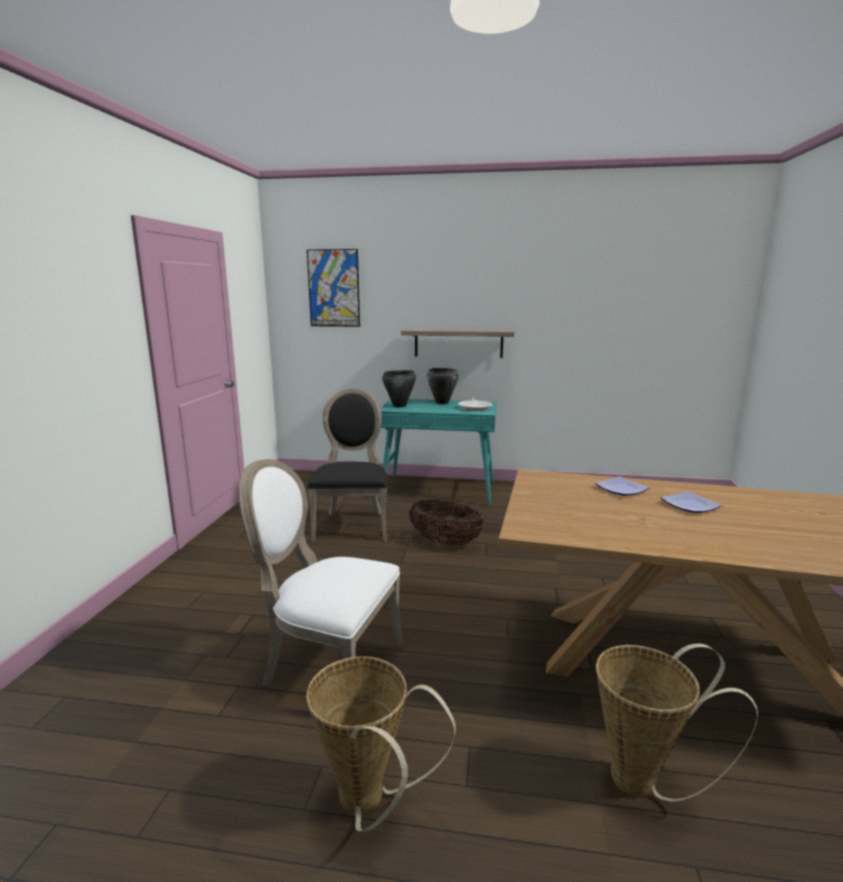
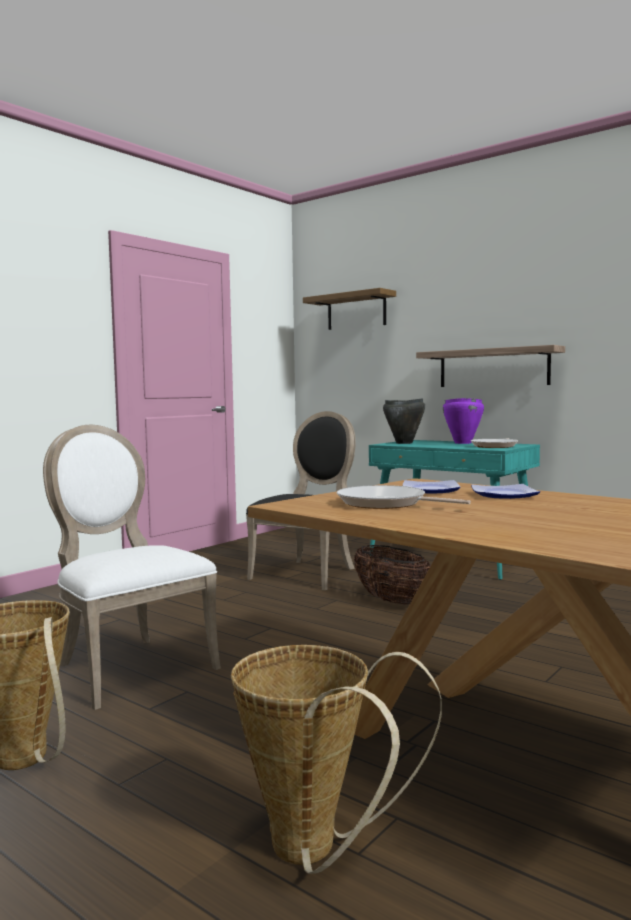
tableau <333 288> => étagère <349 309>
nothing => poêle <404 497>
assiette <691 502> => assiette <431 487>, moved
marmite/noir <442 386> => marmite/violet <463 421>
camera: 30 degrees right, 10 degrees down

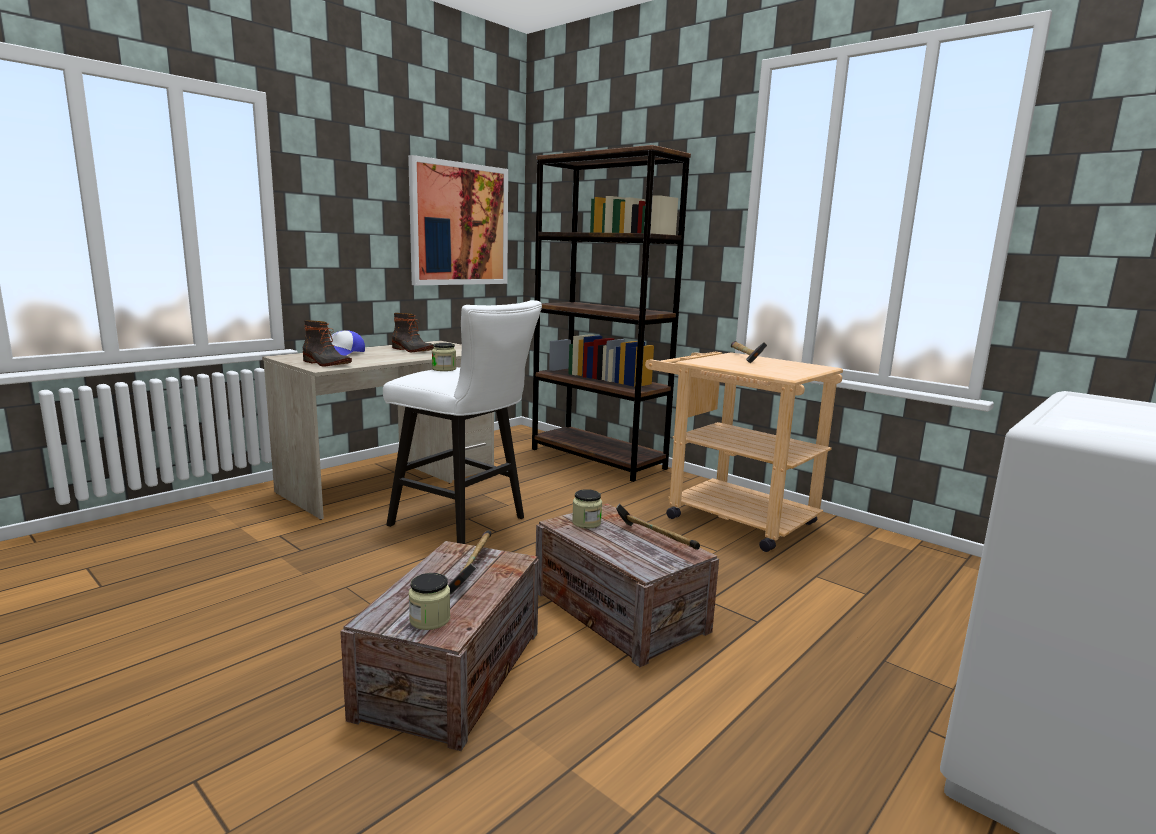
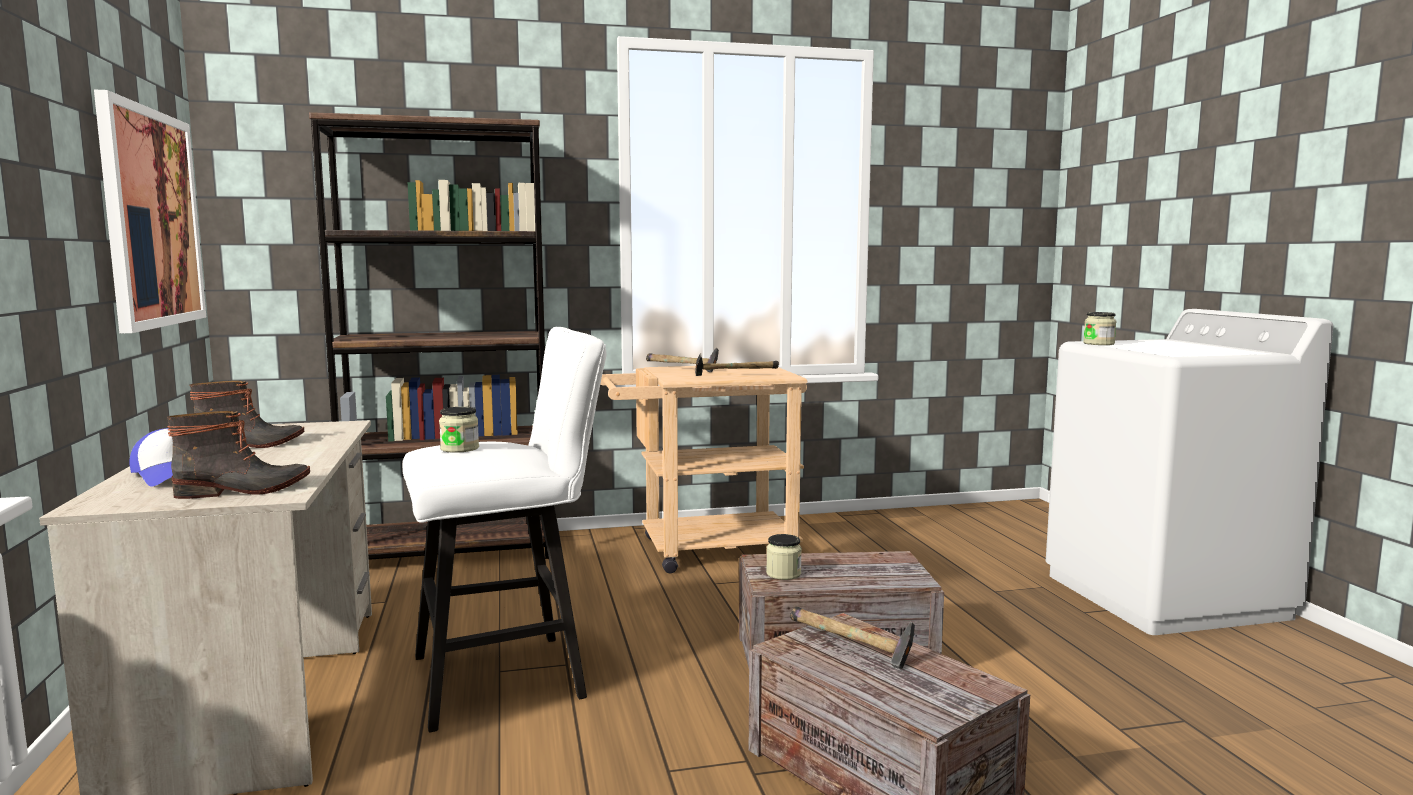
marteau <658 527> => marteau <737 364>, moved
bocal <429 601> => bocal <1099 328>, moved
camera: 55 degrees left, 5 degrees down

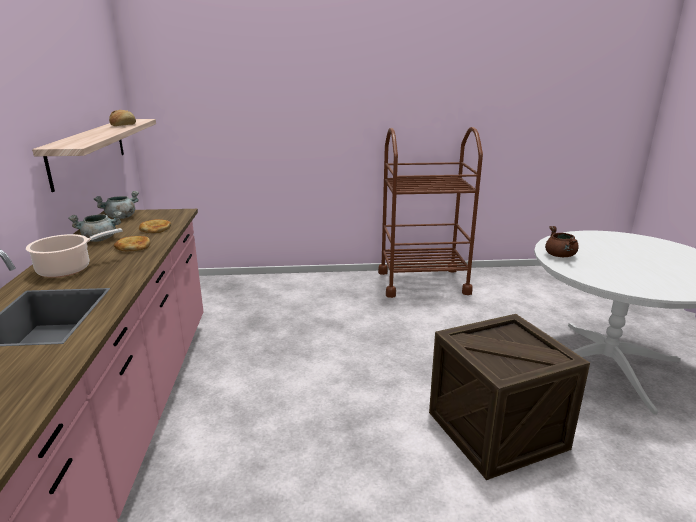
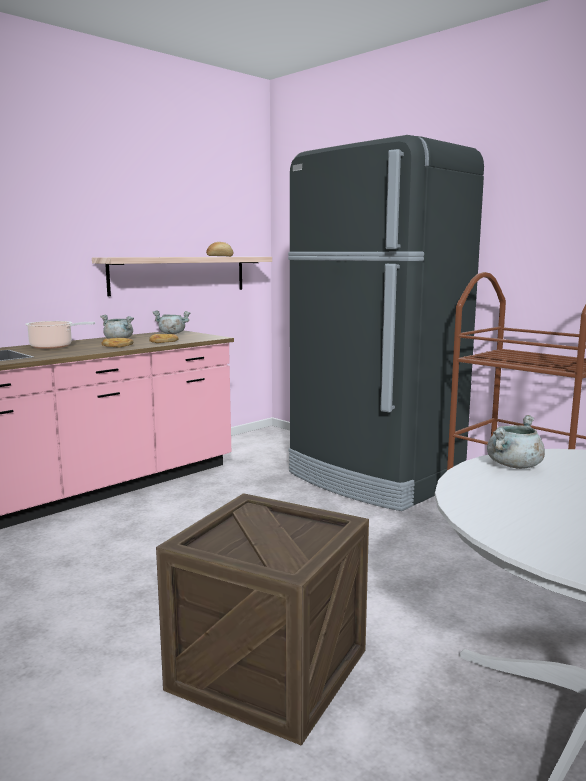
nothing => réfrigérateur/noir <386 323>
marmite/marron <562 241> => marmite/gris <516 442>
camera: 50 degrees right, 10 degrees down

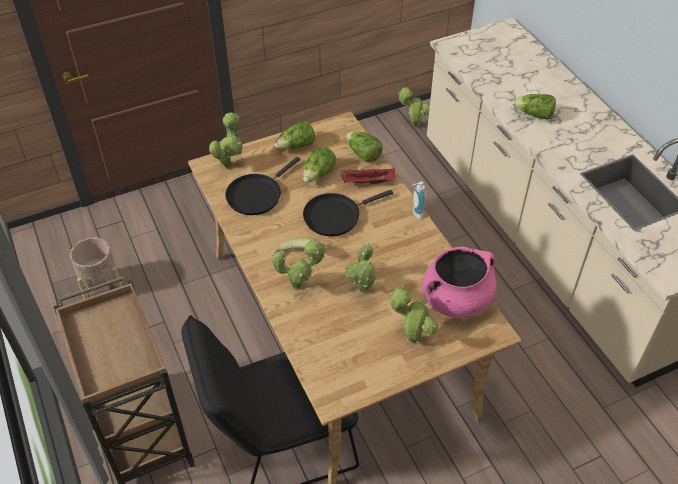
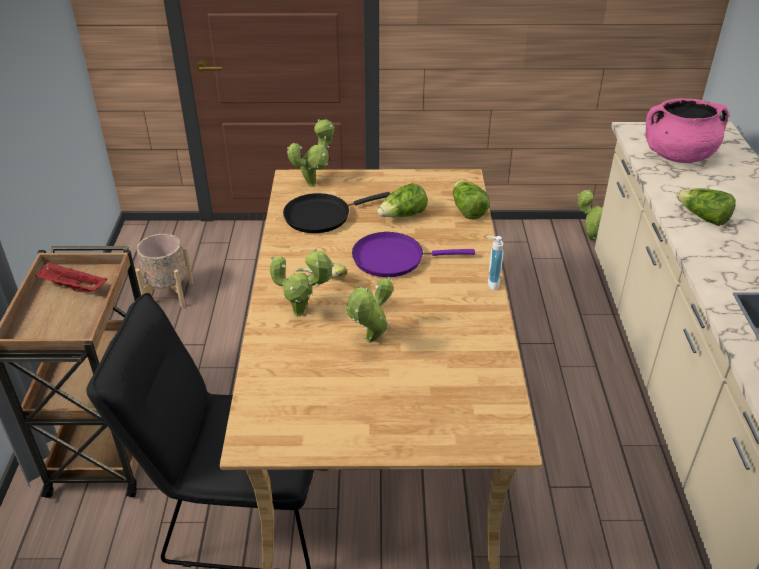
plateau/rouge <368 176> => plateau/rouge <71 277>, moved
poêle/noir <348 213> => poêle/violet <413 254>
marmite/rose <459 282> => marmite/rose <687 130>, moved
laitue <294 135> => nothing
plante en pot <413 314> => nothing
camera: 25 degrees right, 10 degrees down

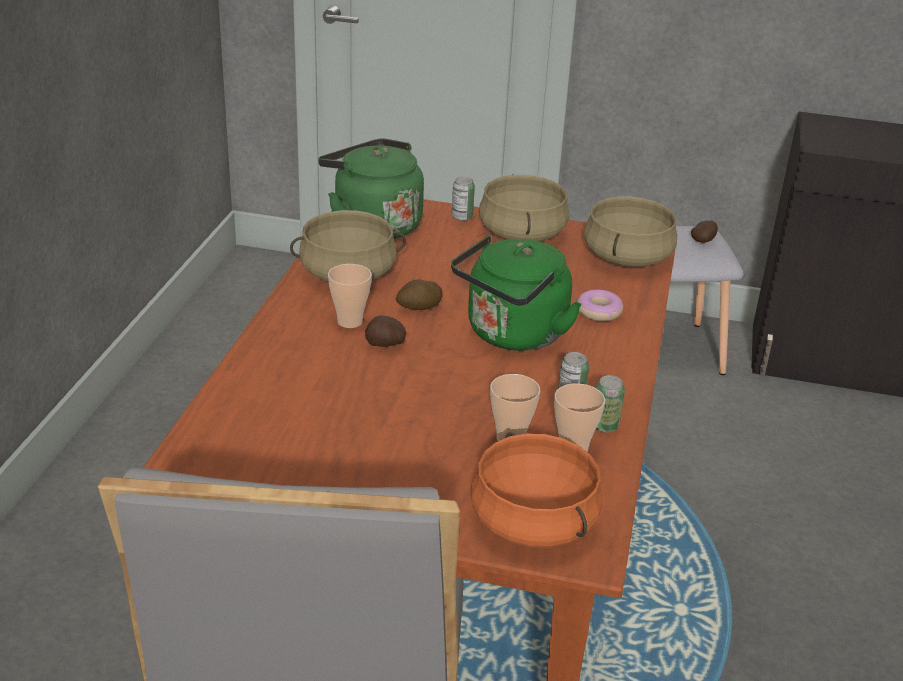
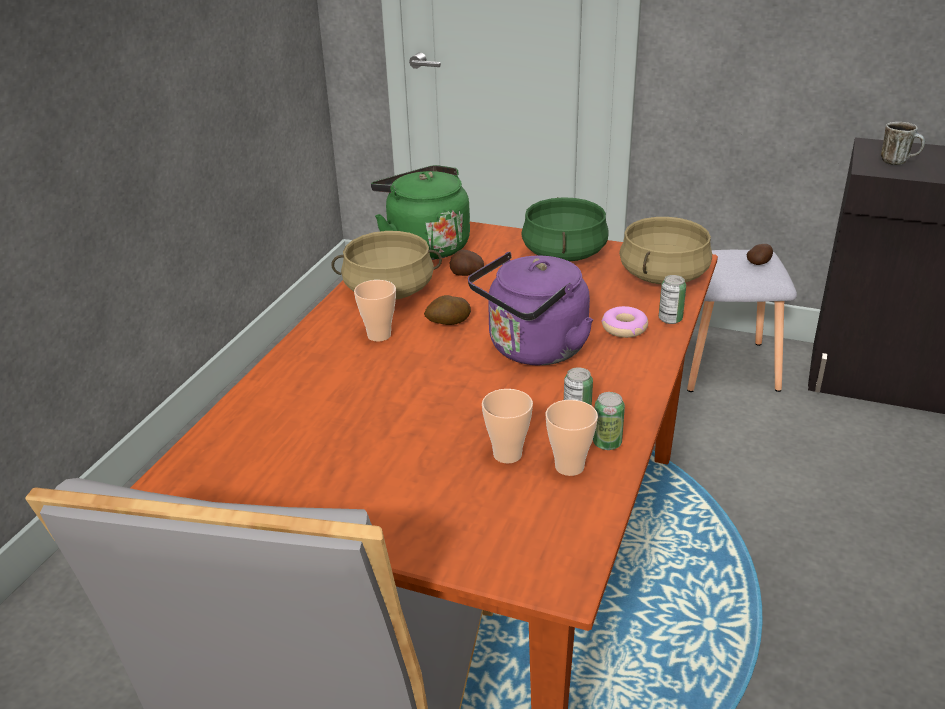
pomme de terre <385 331> => pomme de terre <466 263>, moved
bouilloire/vert <516 293> => bouilloire/violet <530 308>
marmite/beige <524 207> => marmite/vert <565 229>
boîte métallique <463 198> => boîte métallique <672 299>, moved
nothing => mug <903 143>
marmite/orange <537 490> => nothing
camera: 10 degrees right, 0 degrees up

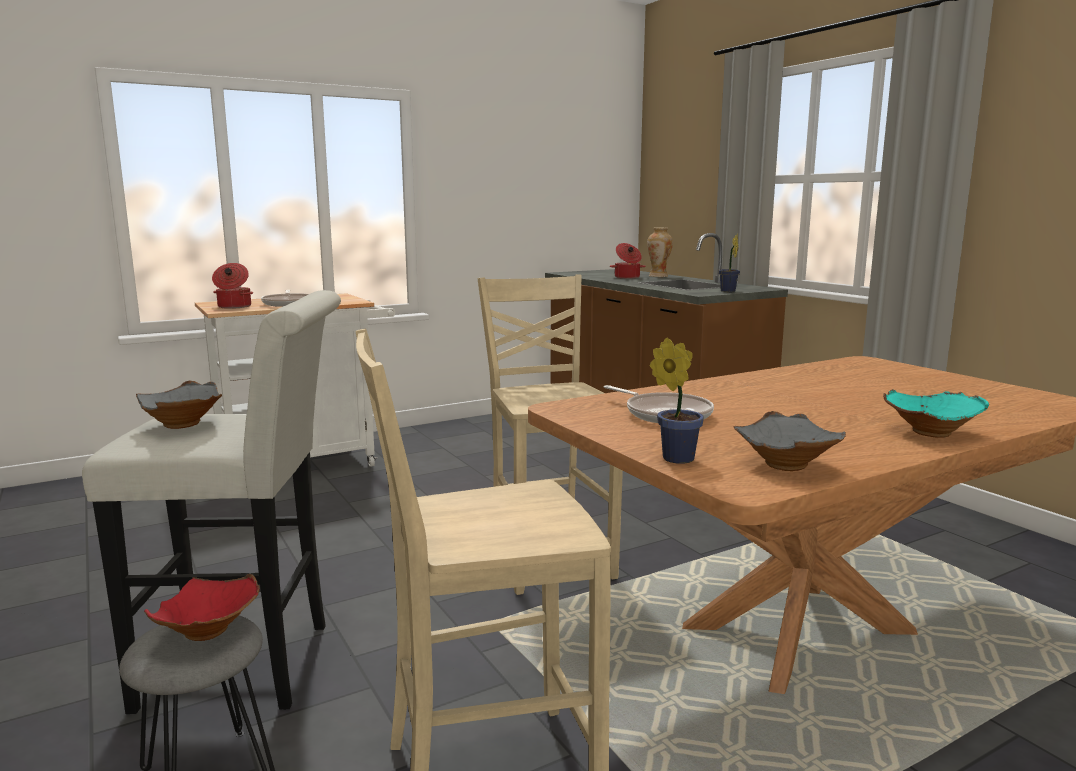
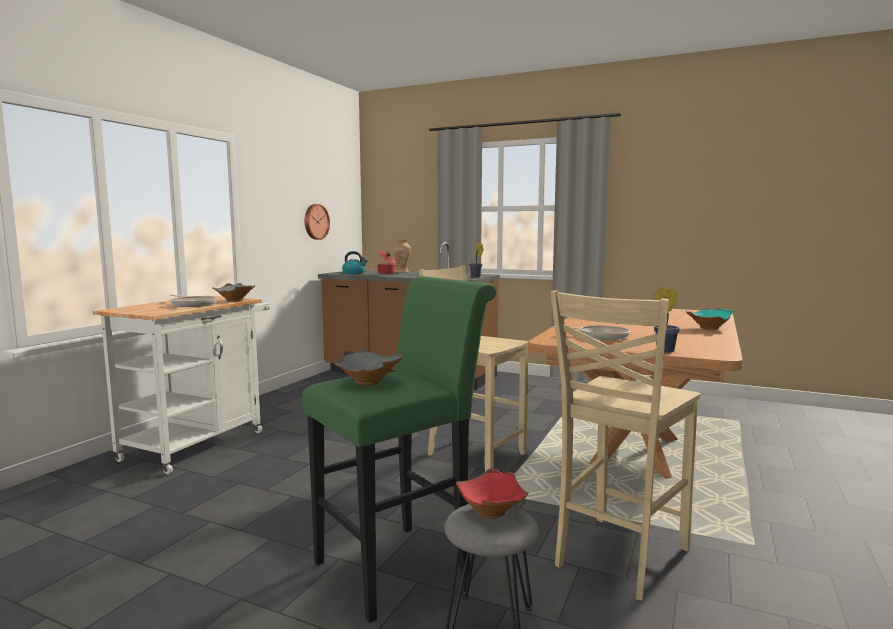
bol/gris <790 441> => bol/gris <234 292>, moved
tabouret/blanc <211 502> => tabouret/vert <399 449>
nothing => horloge murale <317 222>
nothing => bouilloire <355 262>
marmite <232 286> => nothing
camera: 35 degrees left, 5 degrees down

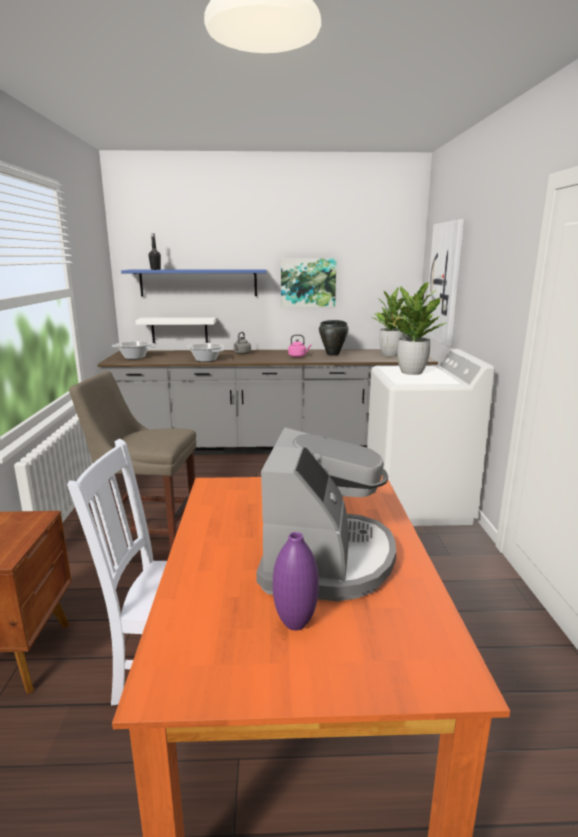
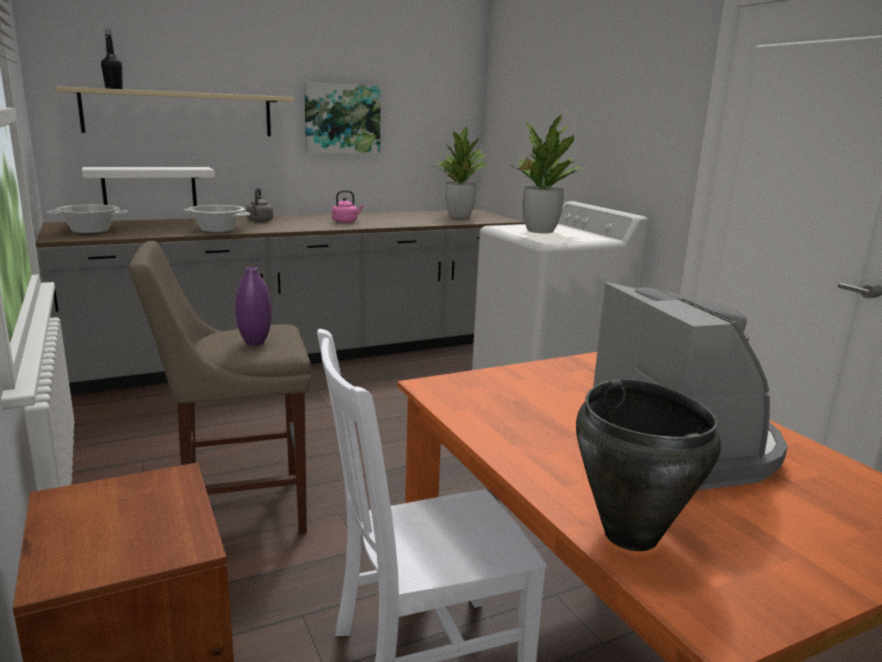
étagère/bleu <193 283> => étagère/beige <175 111>
vase/violet <296 581> => vase/violet <253 306>, moved
marmite/noir <334 338> => marmite/noir <648 465>, moved
tableau <444 282> => nothing
camera: 25 degrees left, 0 degrees up

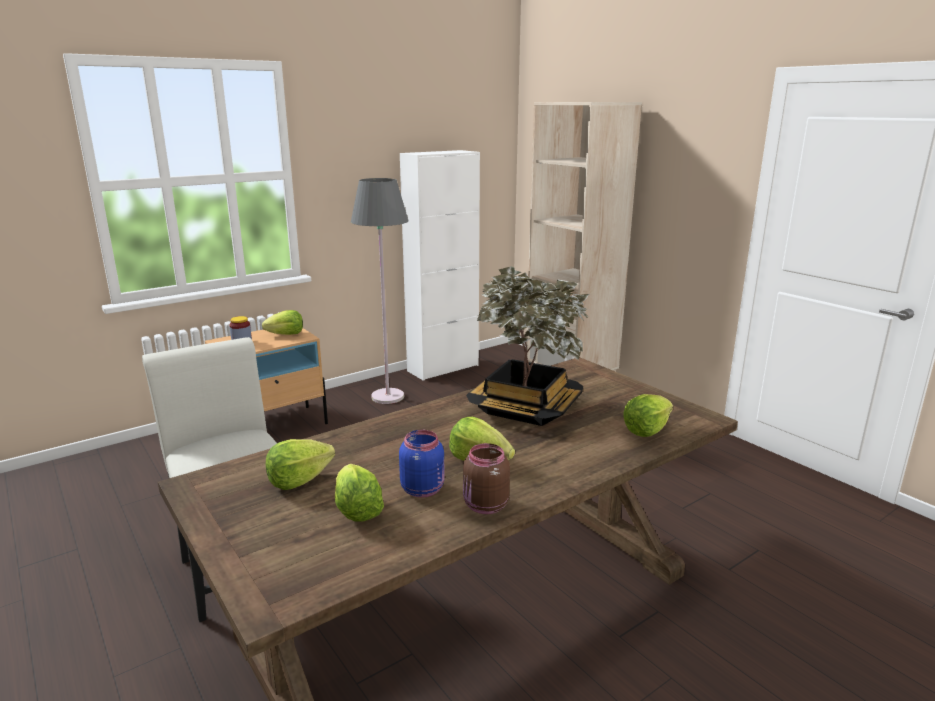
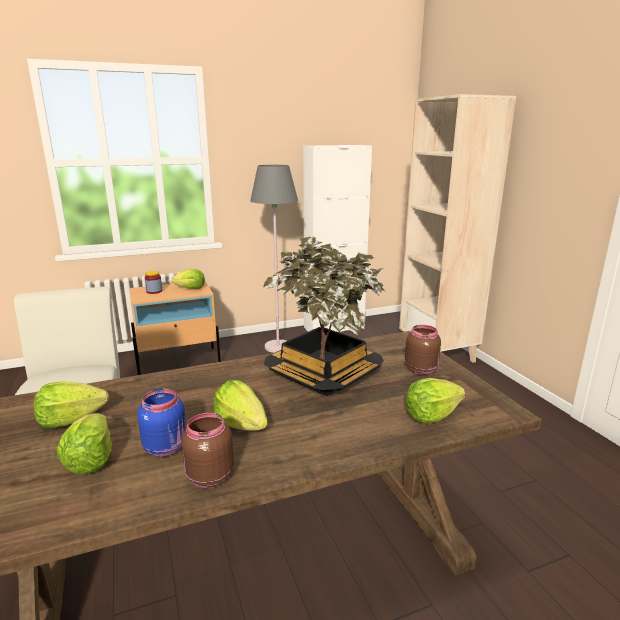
nothing => bocal/marron <423 350>
camera: 15 degrees right, 0 degrees up

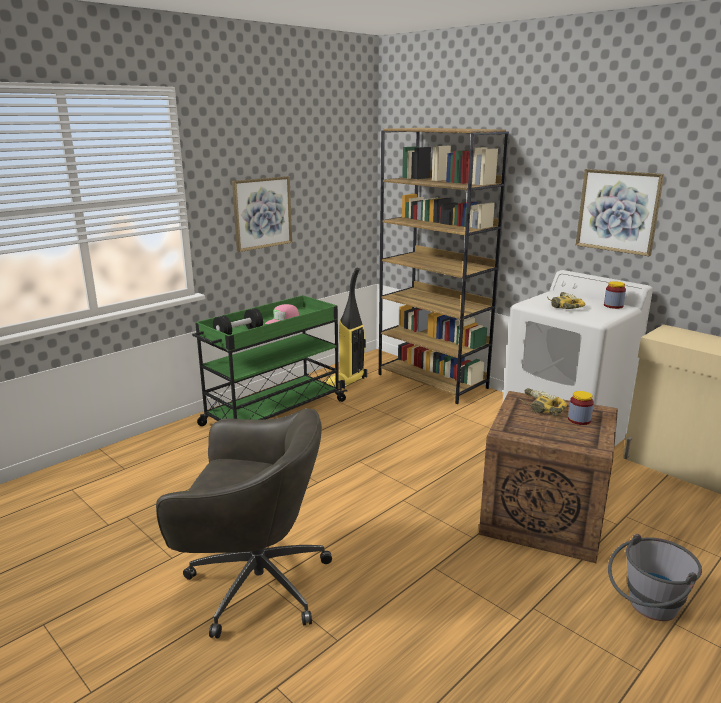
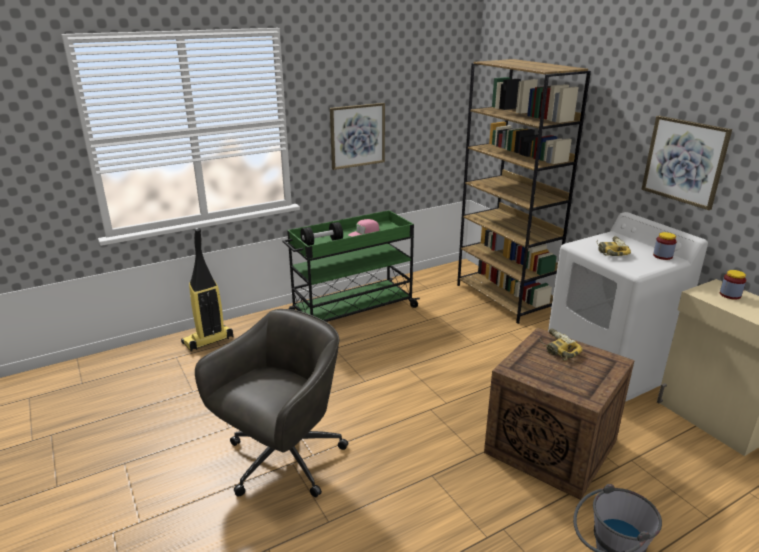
aspirateur <345 329> => aspirateur <207 290>, moved
chaise de bureau/gris <244 523> => chaise de bureau/gris <271 403>, 75 degrees counterclockwise
bocal <581 408> => bocal <733 285>, moved
camera: 15 degrees right, 5 degrees up

